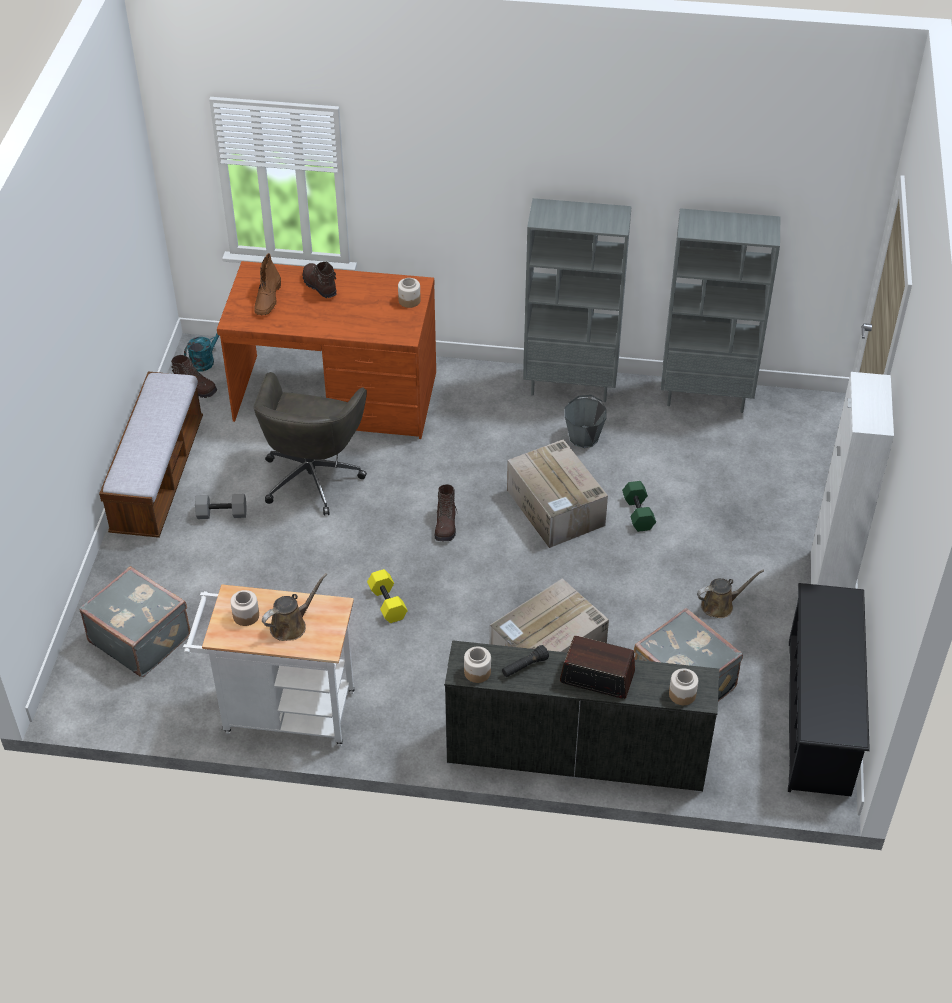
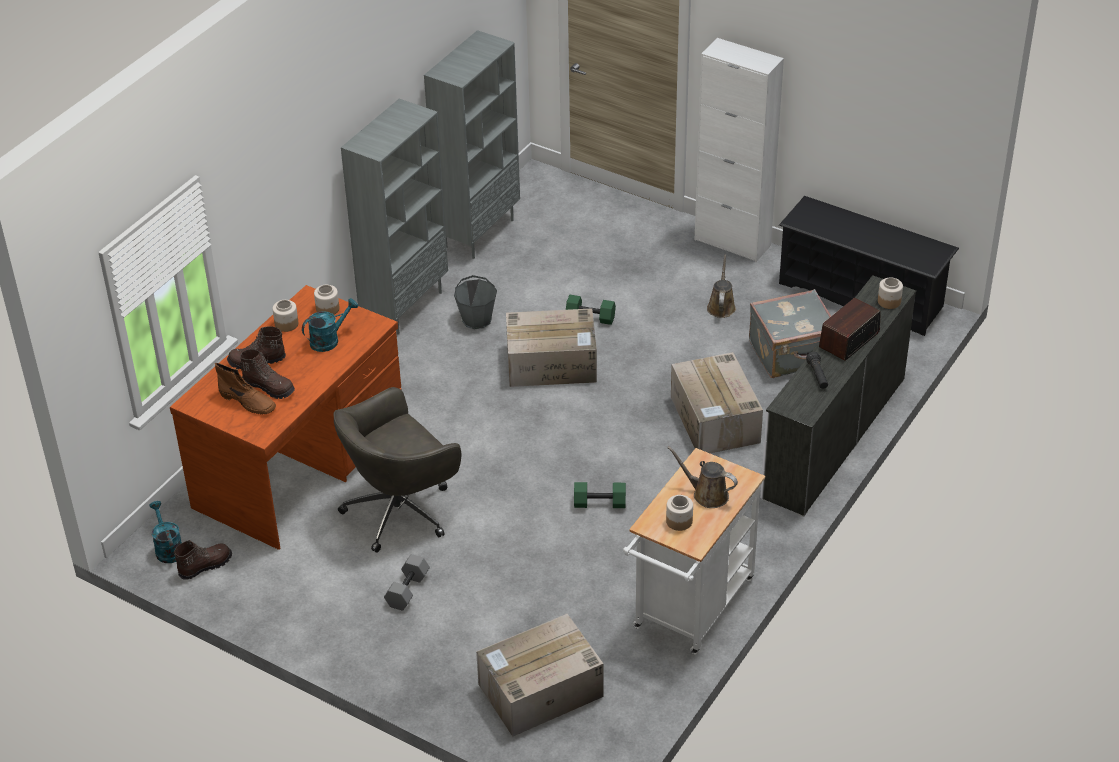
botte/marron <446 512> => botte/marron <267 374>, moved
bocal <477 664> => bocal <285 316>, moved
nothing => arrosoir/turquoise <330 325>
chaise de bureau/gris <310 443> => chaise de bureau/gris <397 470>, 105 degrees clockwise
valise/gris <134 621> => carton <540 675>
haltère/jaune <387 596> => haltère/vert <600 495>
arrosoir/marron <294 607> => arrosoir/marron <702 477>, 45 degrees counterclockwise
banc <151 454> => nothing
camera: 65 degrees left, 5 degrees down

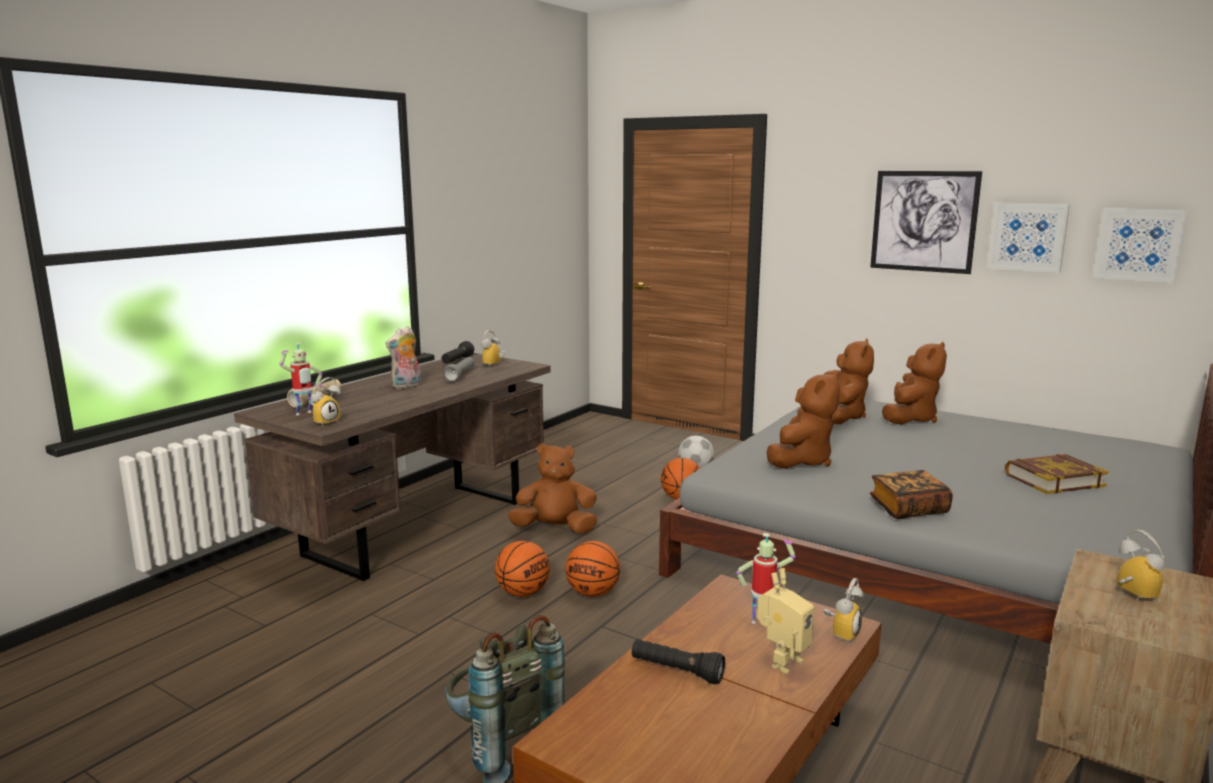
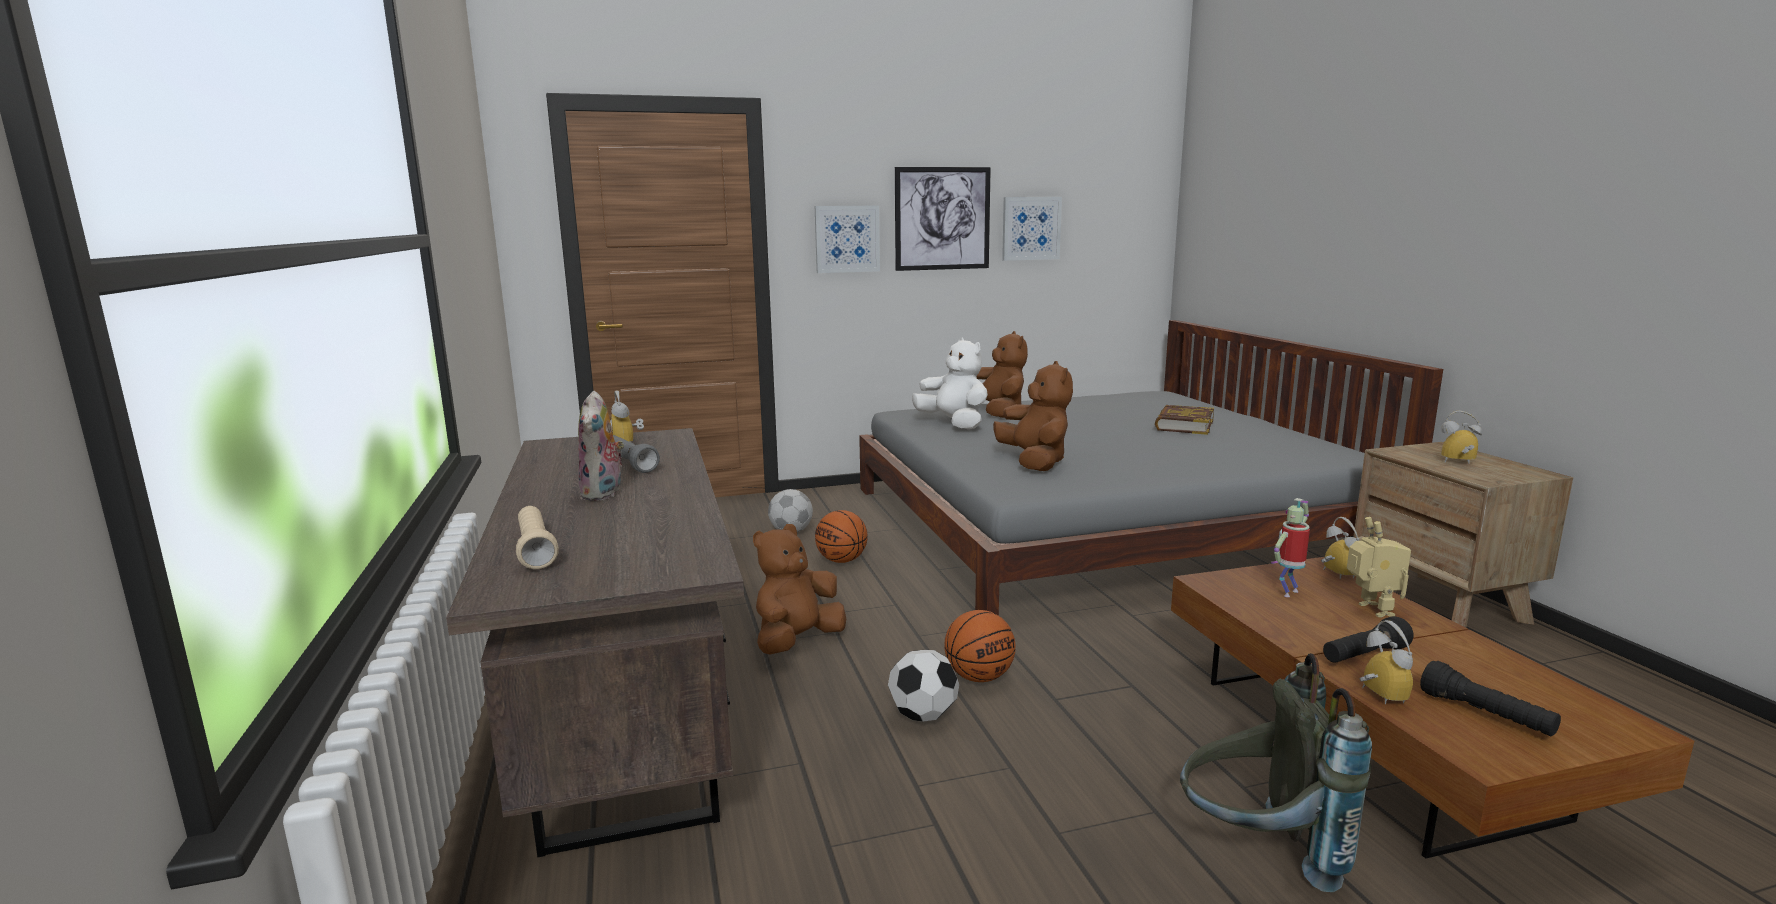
tableau <1141 245> => tableau <847 239>, moved
ballon de basket <522 569> => ballon de foot <923 686>
peluche/marron <849 381> => peluche/blanc <950 383>
réveil <326 401> => réveil <1386 662>, moved
lampe de poche/noir <458 352> => lampe de poche/noir <1490 698>, moved
robot jouet <301 378> => nothing
livre <911 494> => nothing
camera: 50 degrees left, 0 degrees up

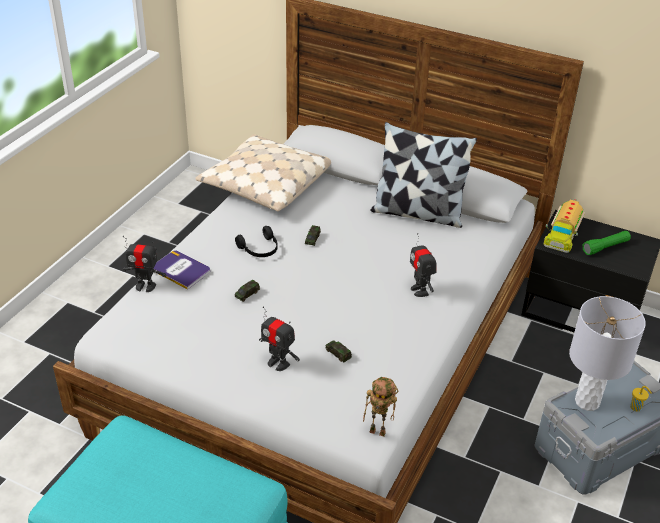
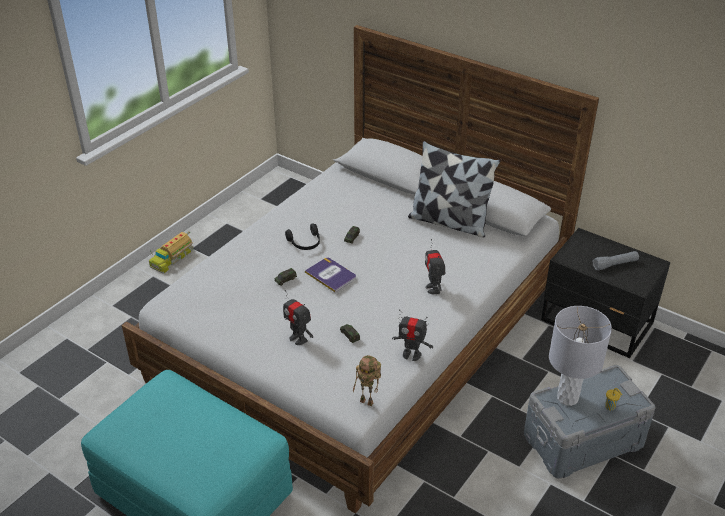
camion jouet <564 226> => camion jouet <171 252>, moved
livre <181 270> => livre <330 275>, moved
robot jouet <144 264> => robot jouet <412 335>, moved
lampe de poche/vert <606 243> => lampe de poche/gris <616 260>
coussin/beige <263 172> => nothing
camera: 10 degrees right, 0 degrees up

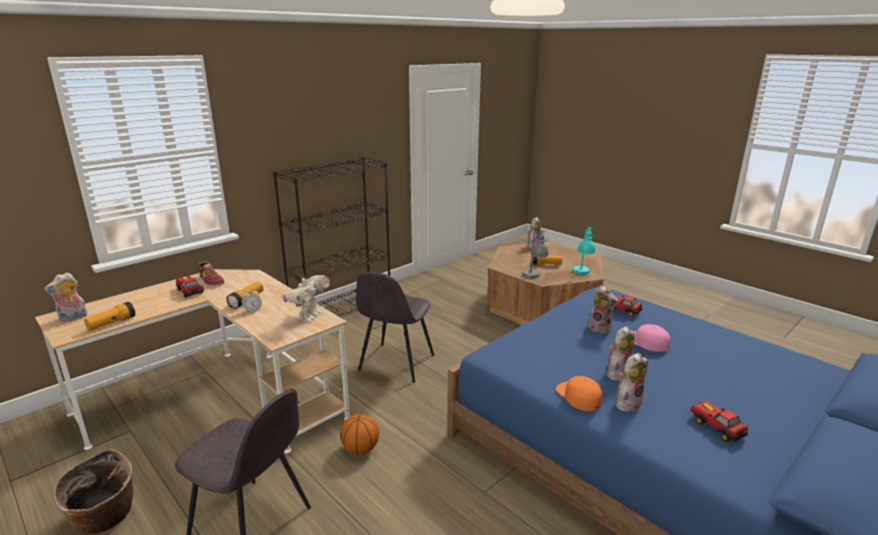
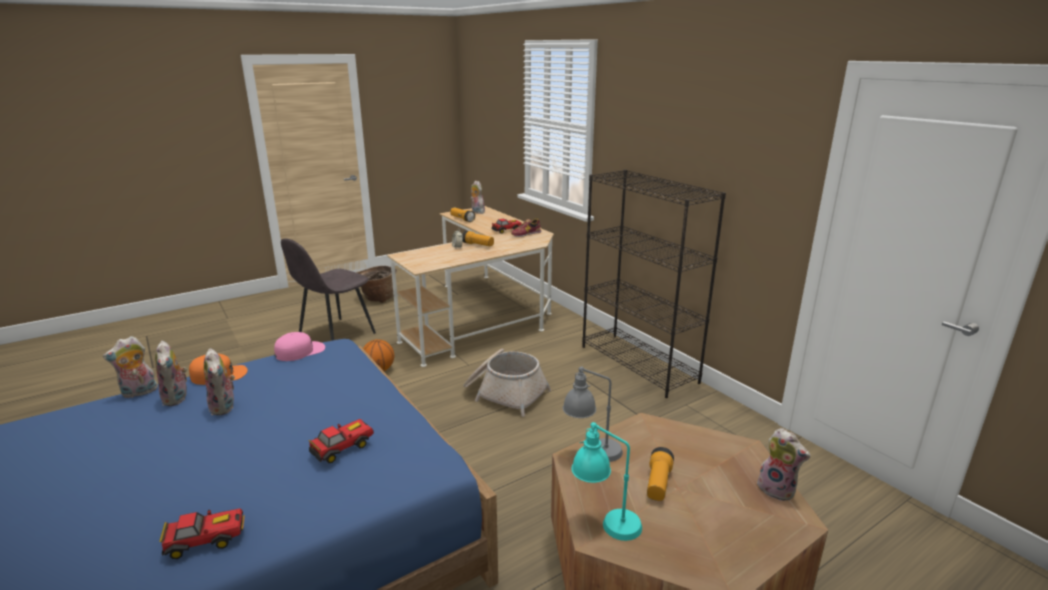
peluche <602 309> => peluche <130 367>, moved
petite voiture <719 421> => petite voiture <202 533>, moved
casquette/rose <652 338> => casquette/rose <299 346>, moved
chaise/gris <395 327> => panier <507 383>
robot jouet <306 297> => nothing
camera: 100 degrees right, 0 degrees up

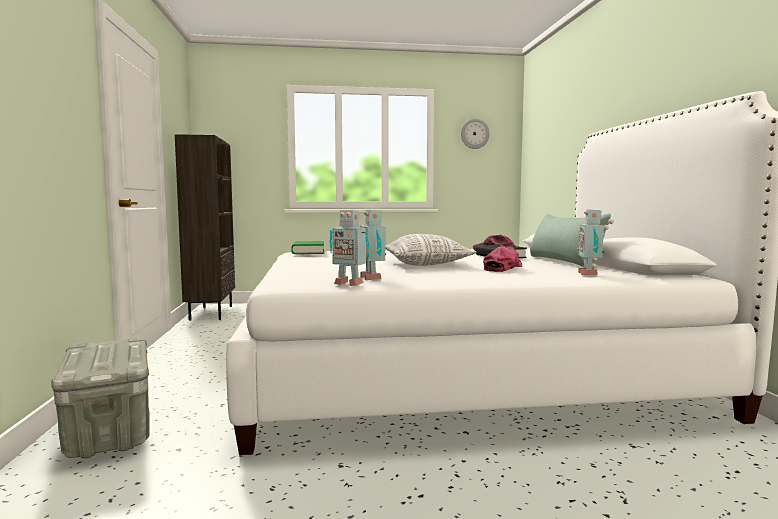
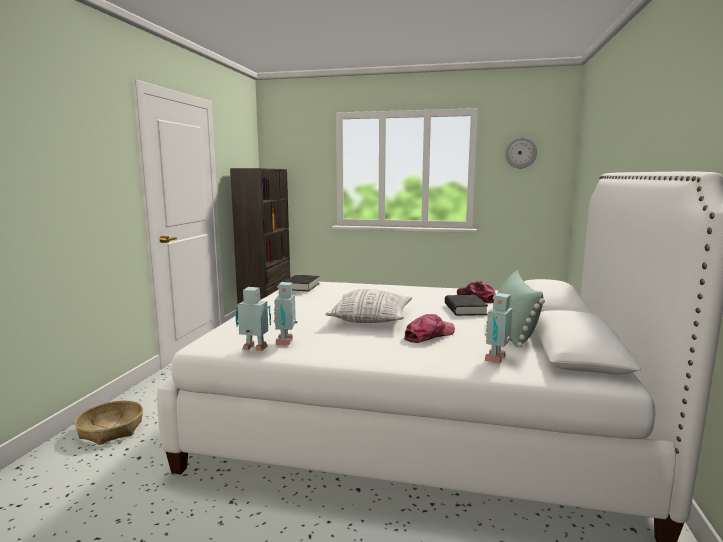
boîte de rangement/gris <100 398> => panier <109 422>
robot jouet <349 248> => robot jouet <253 319>, 150 degrees clockwise
livre/vert <307 247> => livre/noir <302 283>
camera: 20 degrees right, 5 degrees up

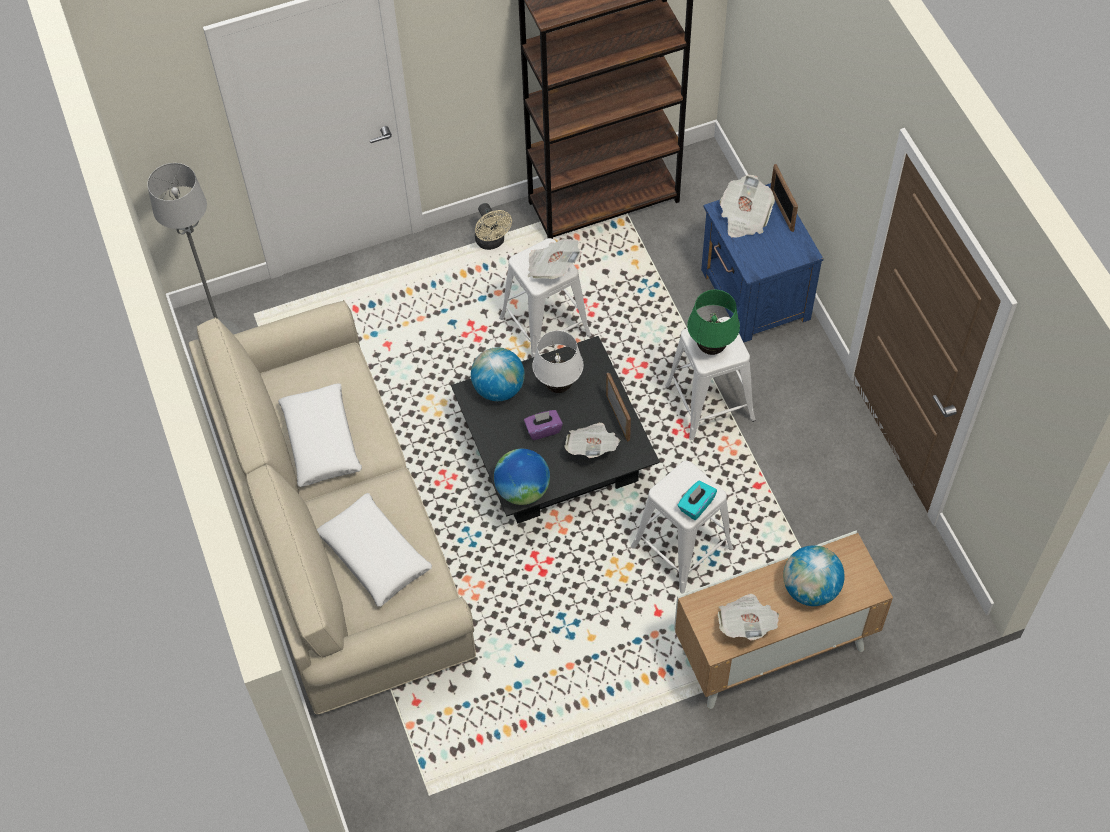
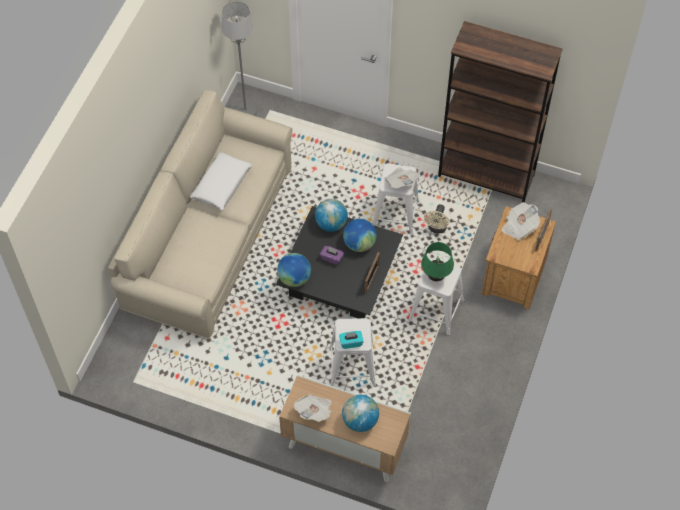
lampe de table/blanc <558 361> => globe <359 235>
ventilateur/beige <493 226> => ventilateur/beige <436 218>, moved
table de chevet/bleu <762 262> => table de chevet/marron <519 257>
coussin/blanc <374 550> => nothing
journal <592 440> => nothing
camera: 40 degrees right, 0 degrees up

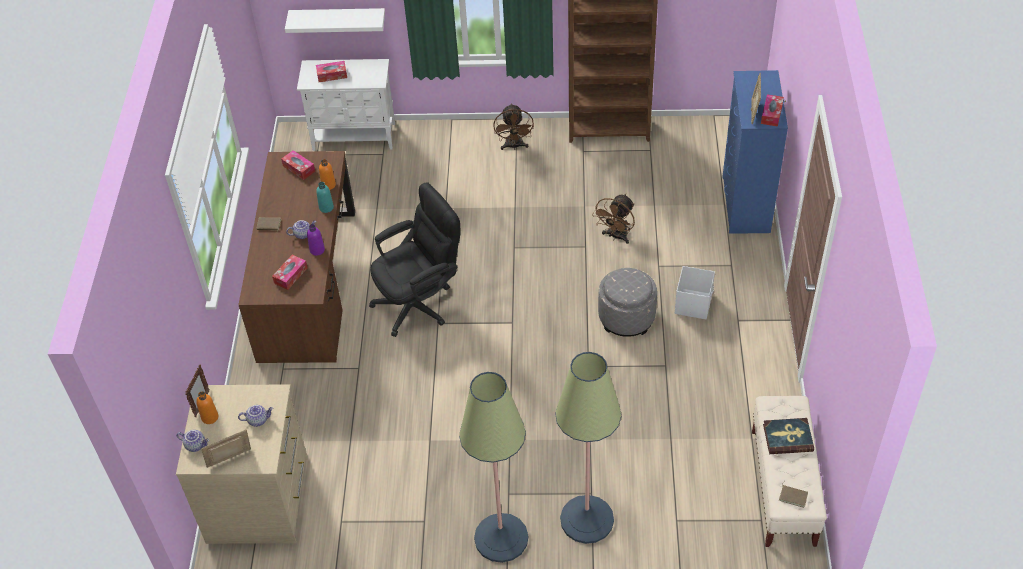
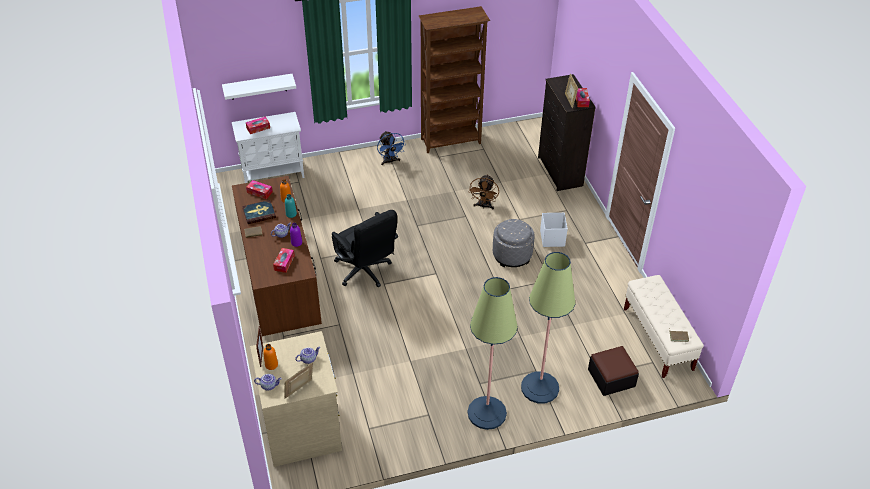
livre <788 436> => livre <259 212>, moved
chaise de bureau/noir <415 259> => chaise de bureau/noir <365 248>, 105 degrees clockwise
ventilateur/marron <513 126> => ventilateur/bleu <391 148>
commode/bleu <755 152> => commode/noir <567 132>
nothing => pouf <613 371>
camera: 20 degrees left, 5 degrees down

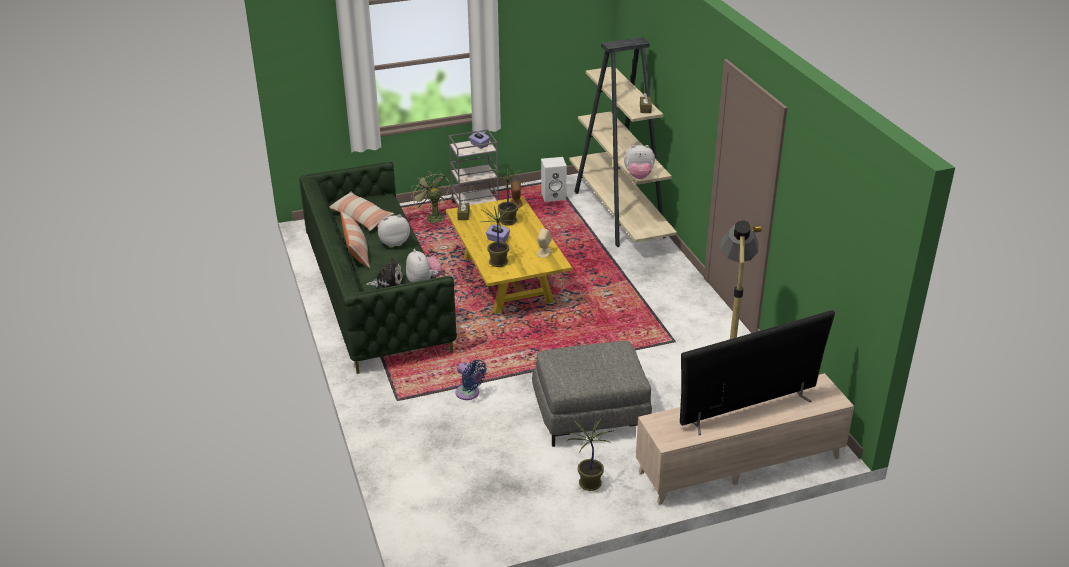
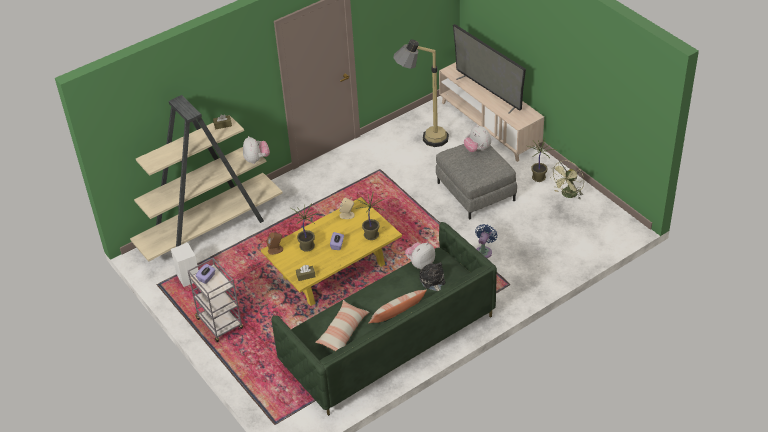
peluche <393 231> => peluche <477 138>, moved
ventilateur/vert <430 198> => ventilateur/vert <567 180>, moved
camera: 105 degrees left, 10 degrees up

